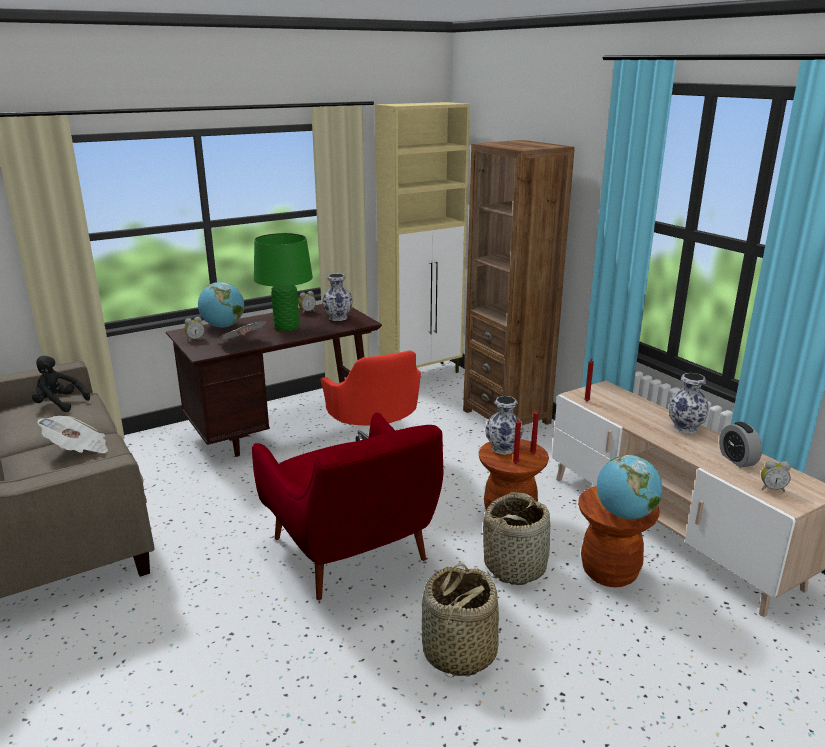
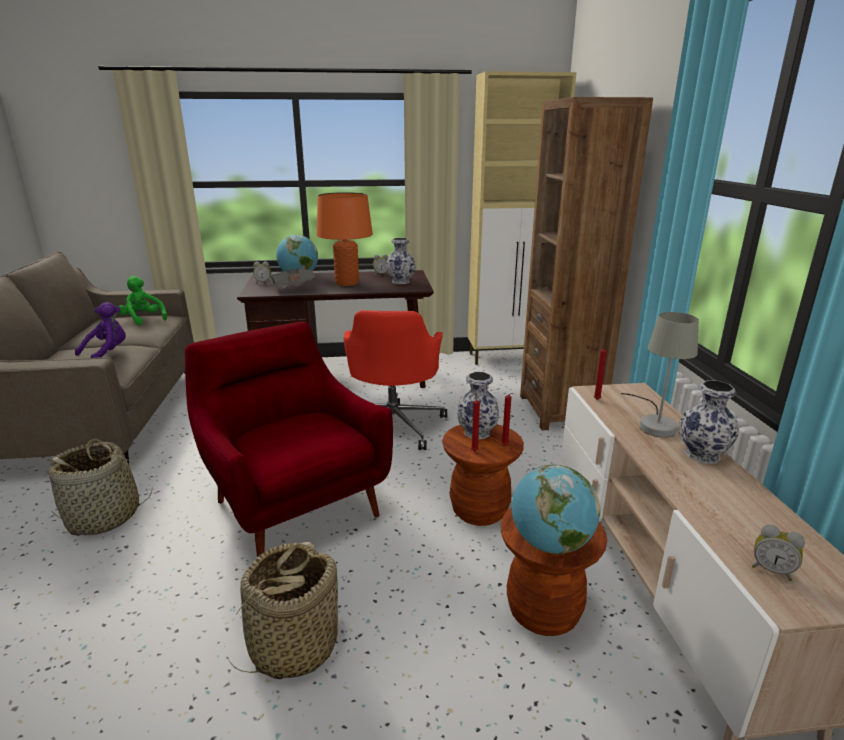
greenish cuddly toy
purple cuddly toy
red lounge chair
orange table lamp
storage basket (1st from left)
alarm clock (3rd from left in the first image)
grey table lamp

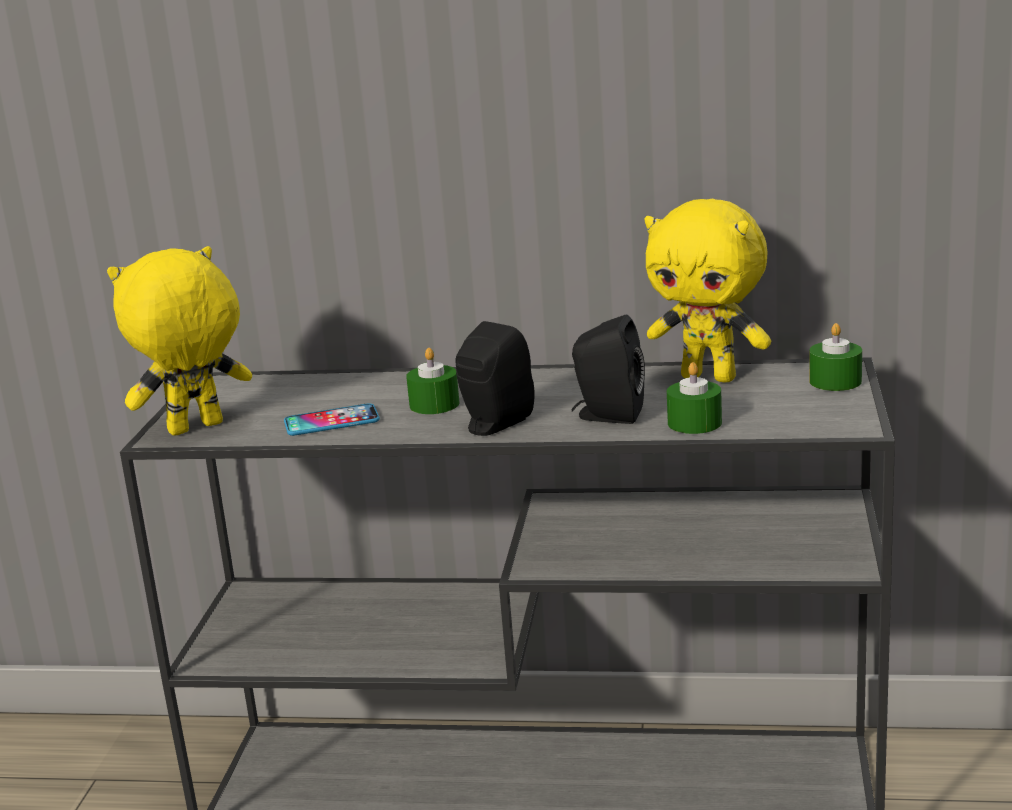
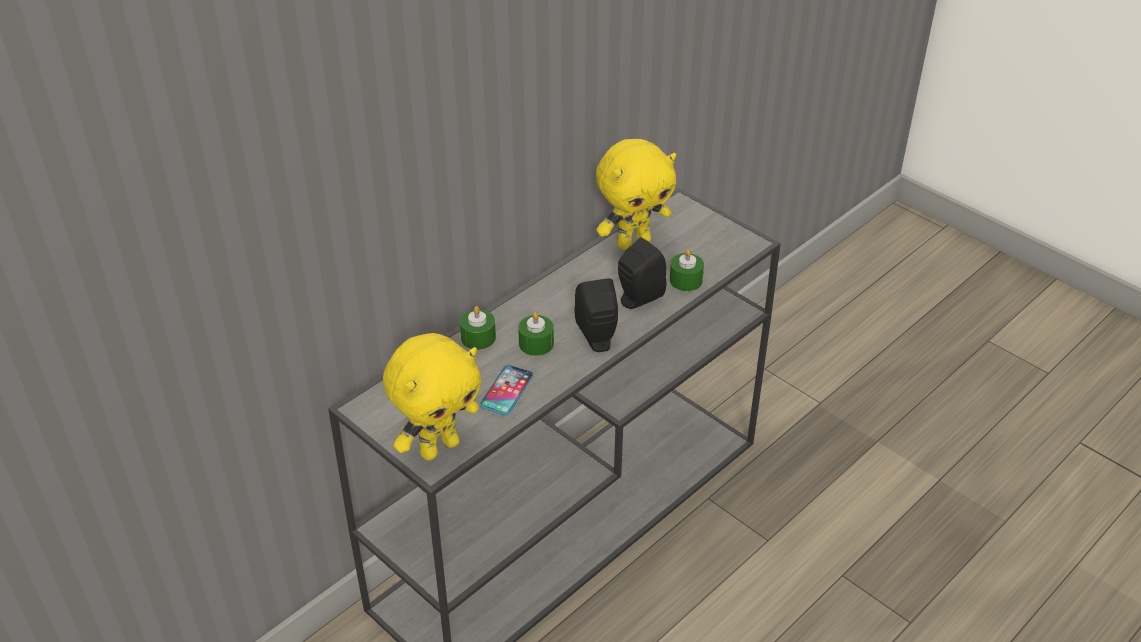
yellow-coloured cuddly toy (1st from left)
greenish candle (1st from left)

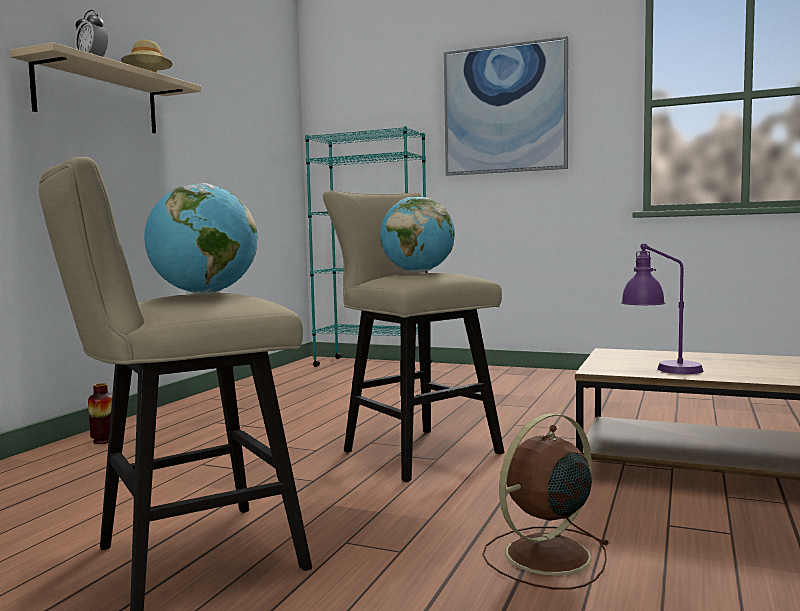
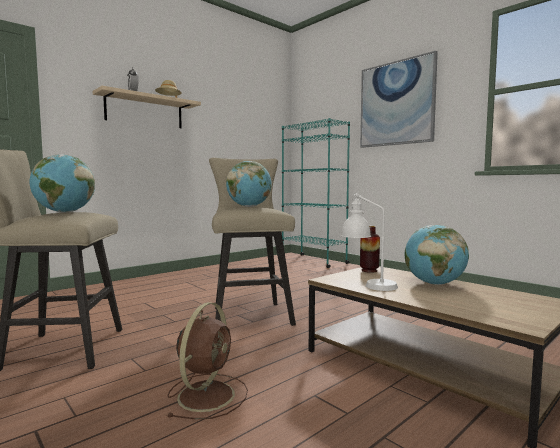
vase
brownish cooling fan
white table lamp
desk globe (3rd from left)

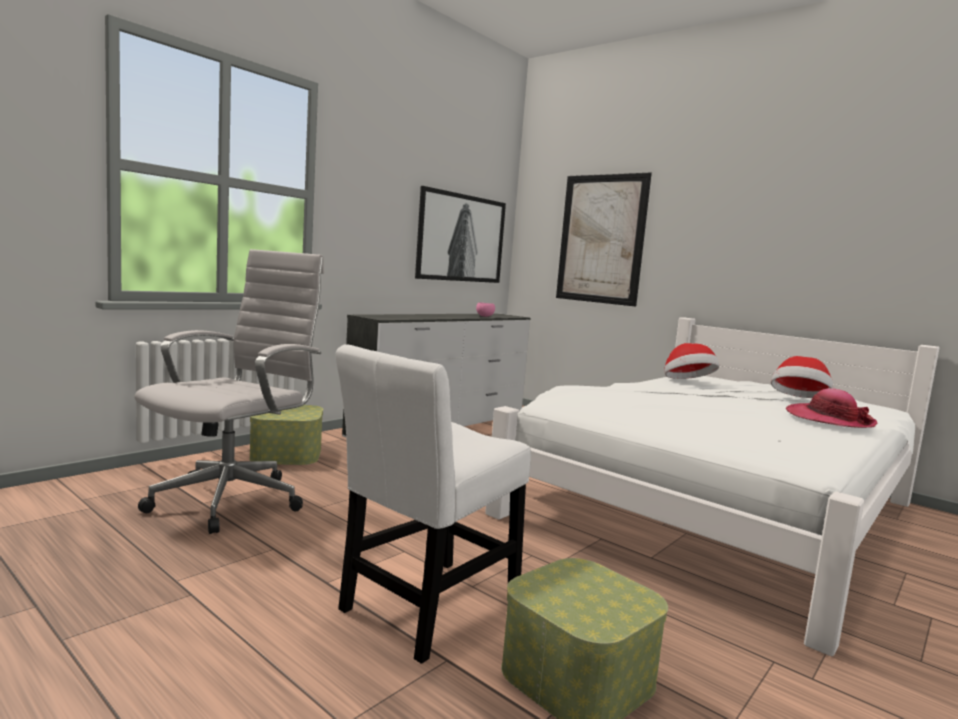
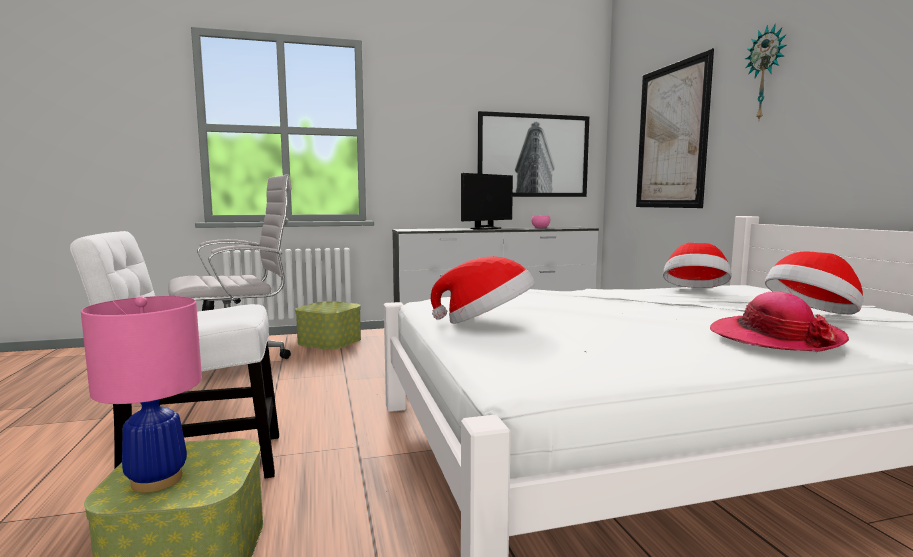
pinkish table lamp
wearable hat (1st from left)
computer display
clock on the wall

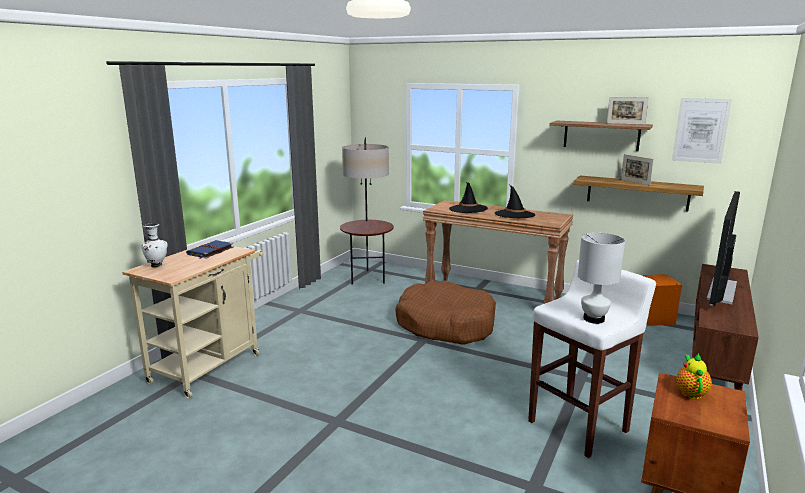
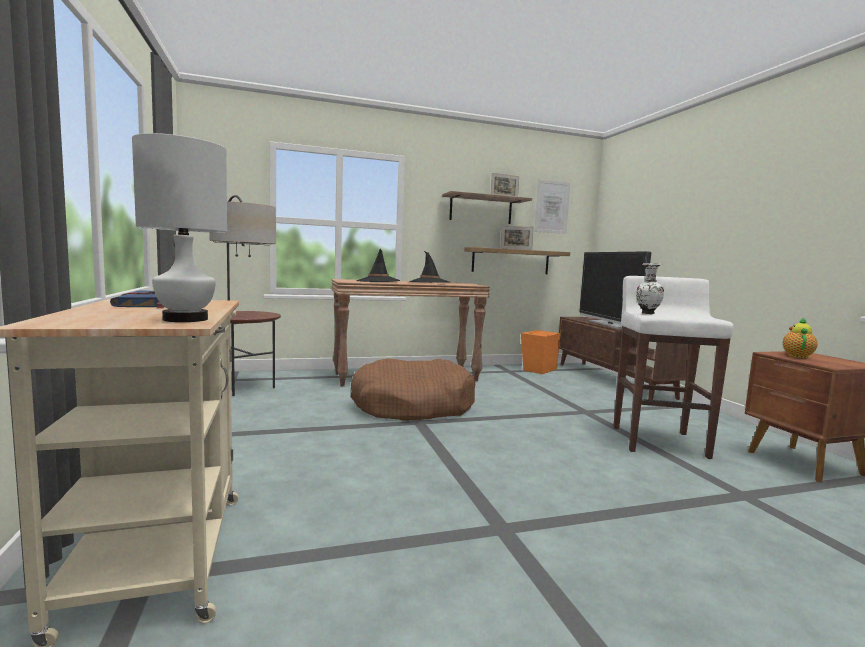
white vase
white table lamp
teapot

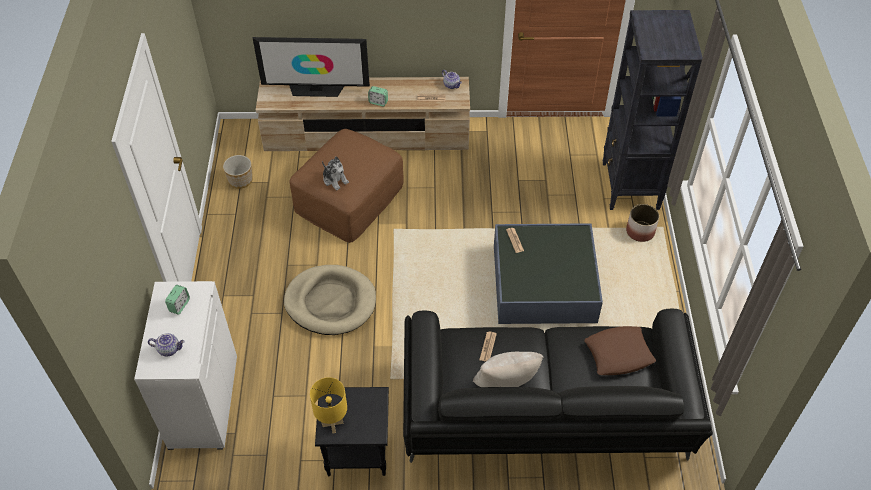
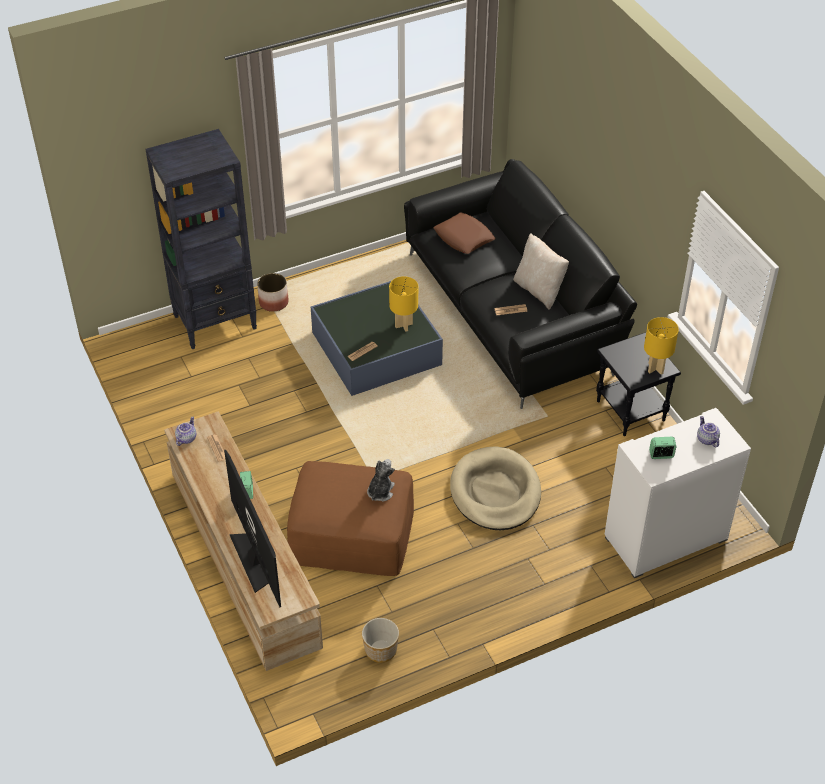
yellow-coloured table lamp (1st from left)

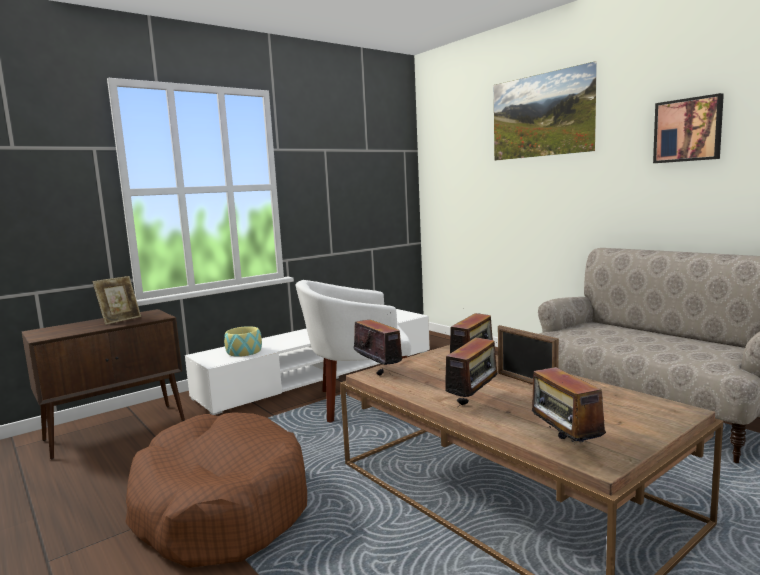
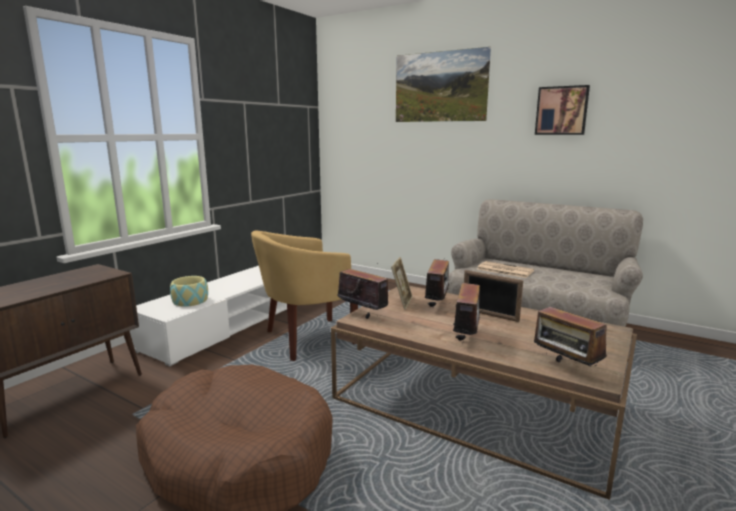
photo frame (1st from left)
yellow-coloured lounge chair
daily paper

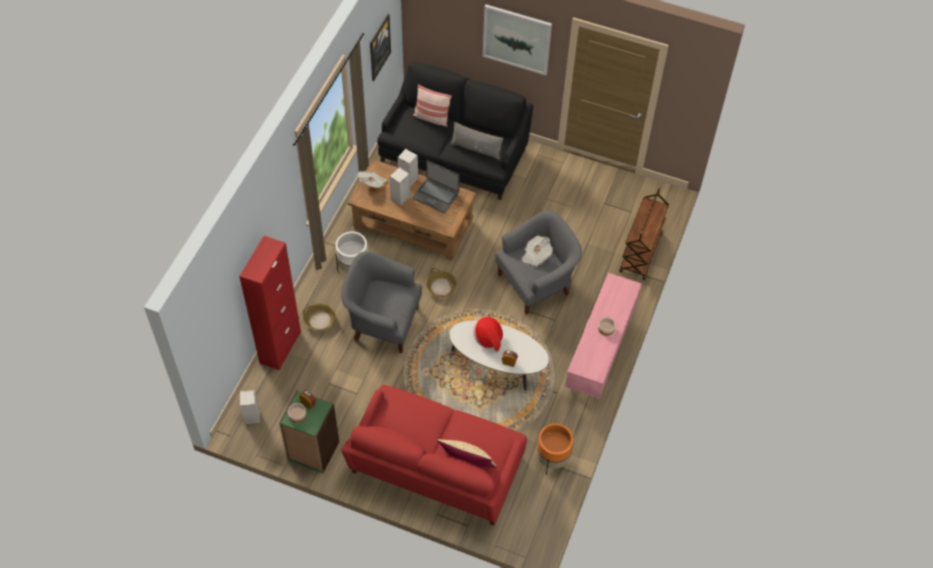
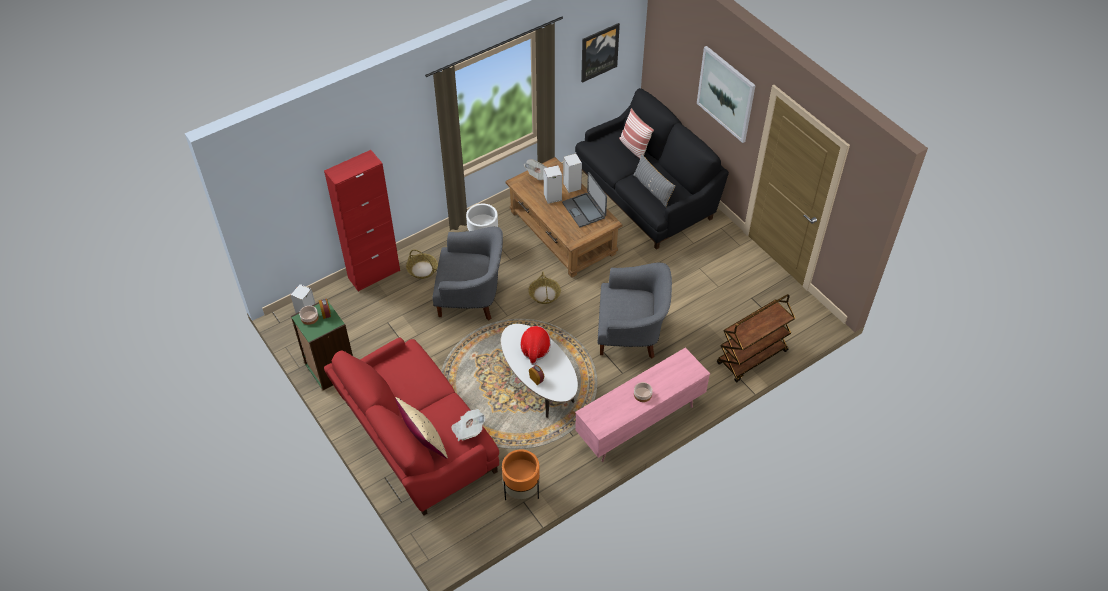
grey lounge chair (1st from left)
daily paper (1st from left)

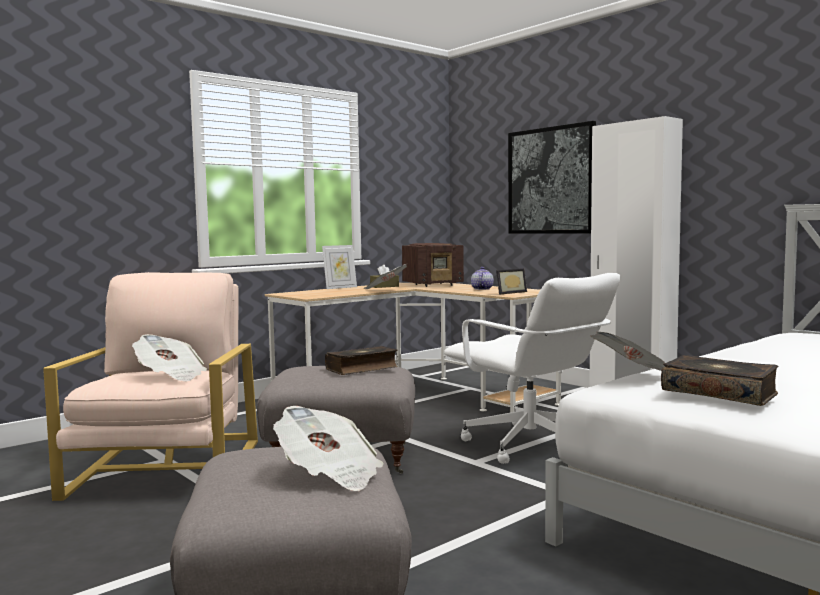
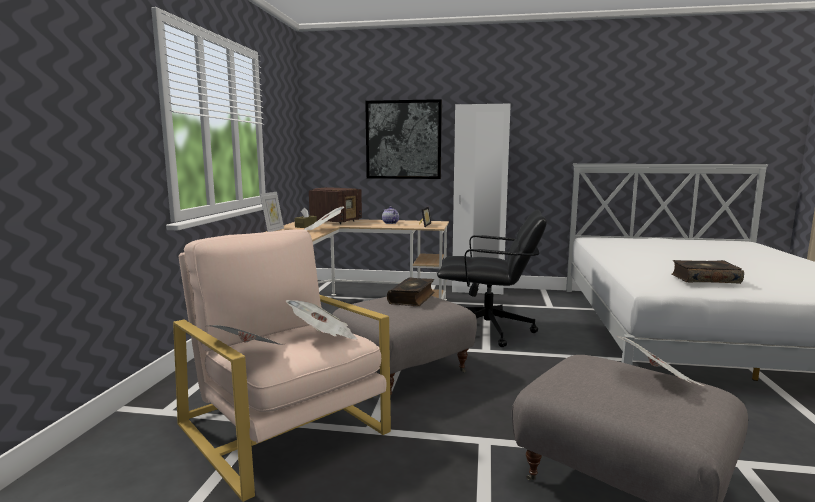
black office chair
daily paper (1st from left)

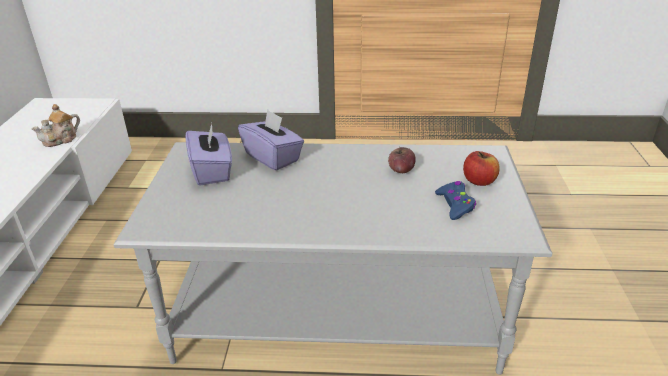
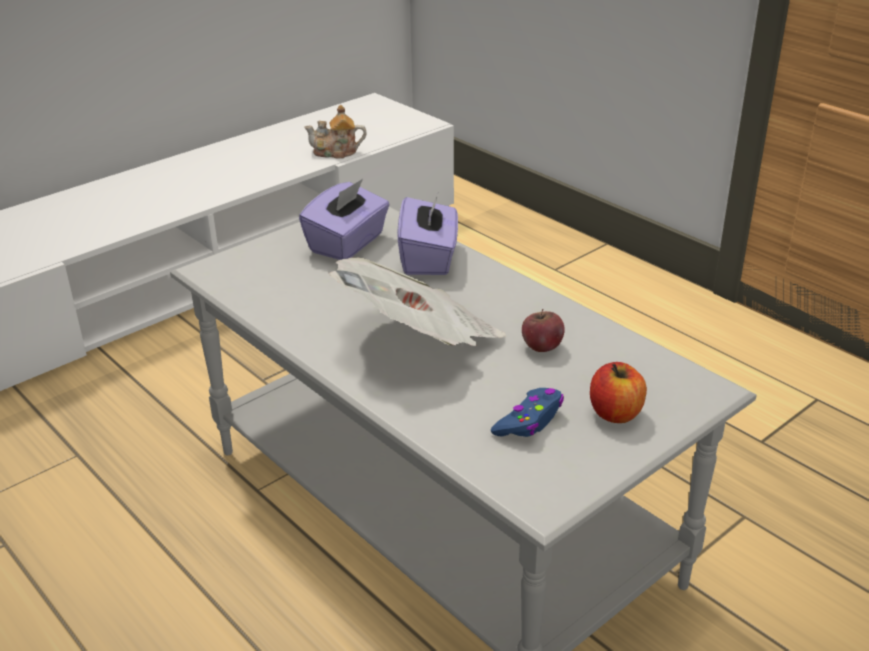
daily paper

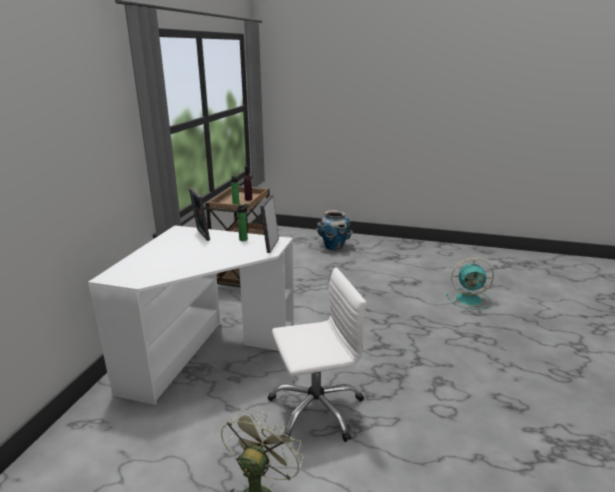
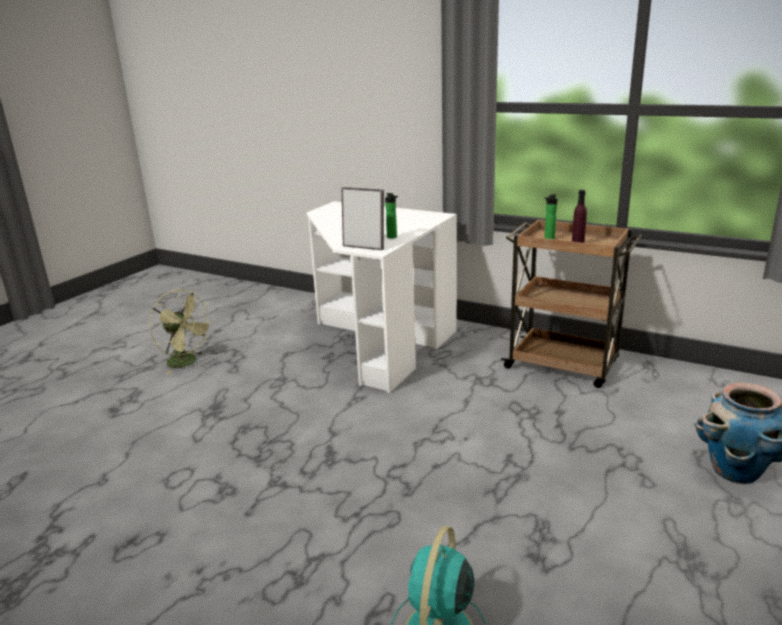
photo frame (1st from left in the first image)
white office chair

